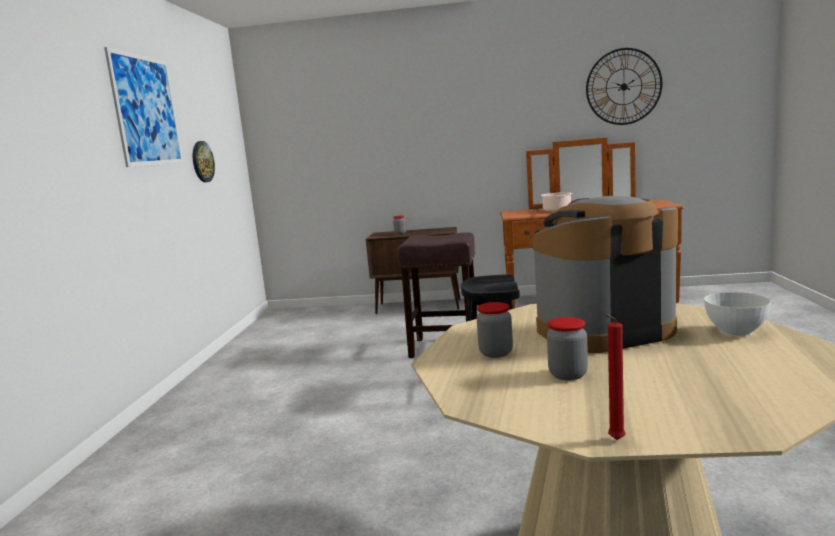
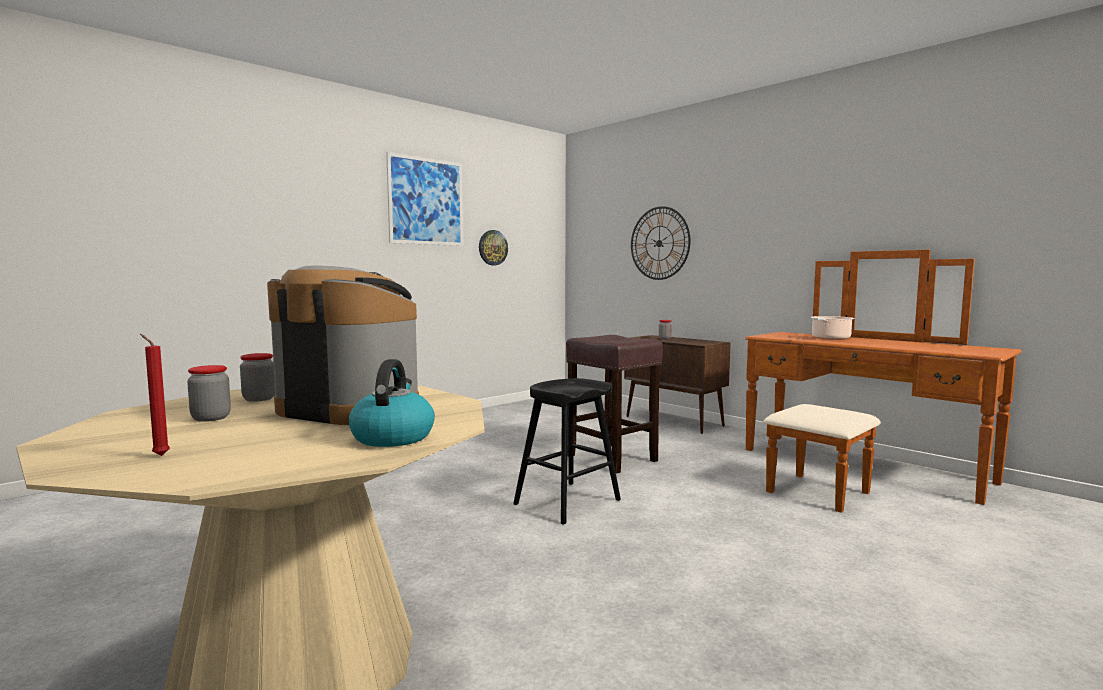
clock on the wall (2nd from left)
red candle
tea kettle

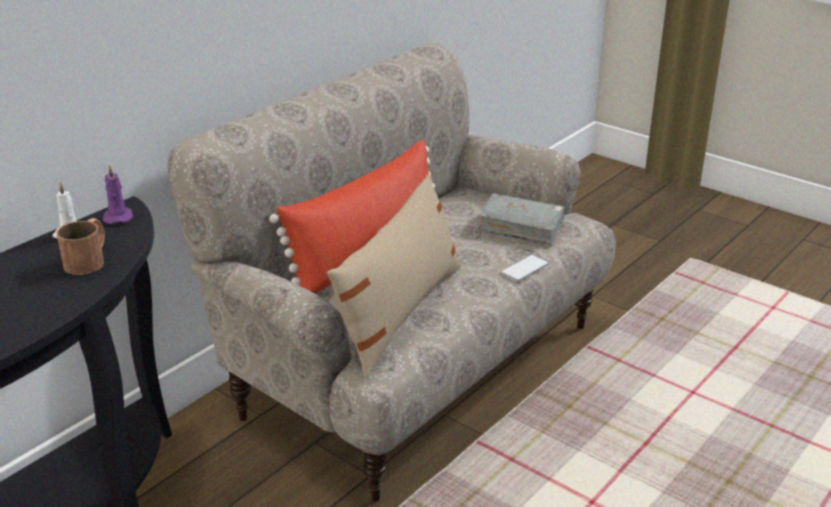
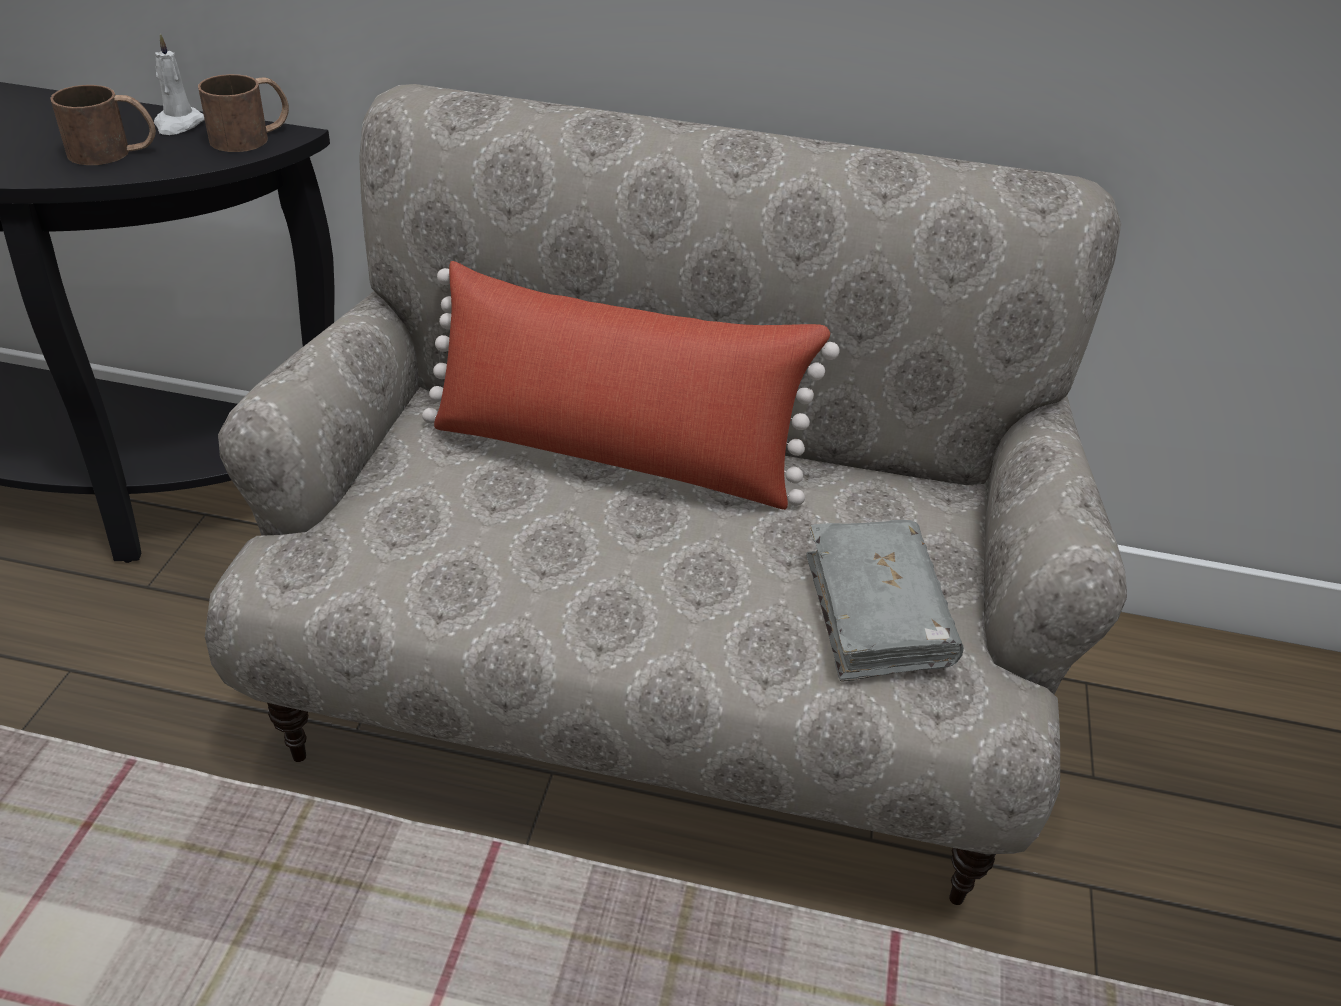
brownish mug (2nd from left)
beige-coloured pillow
phone

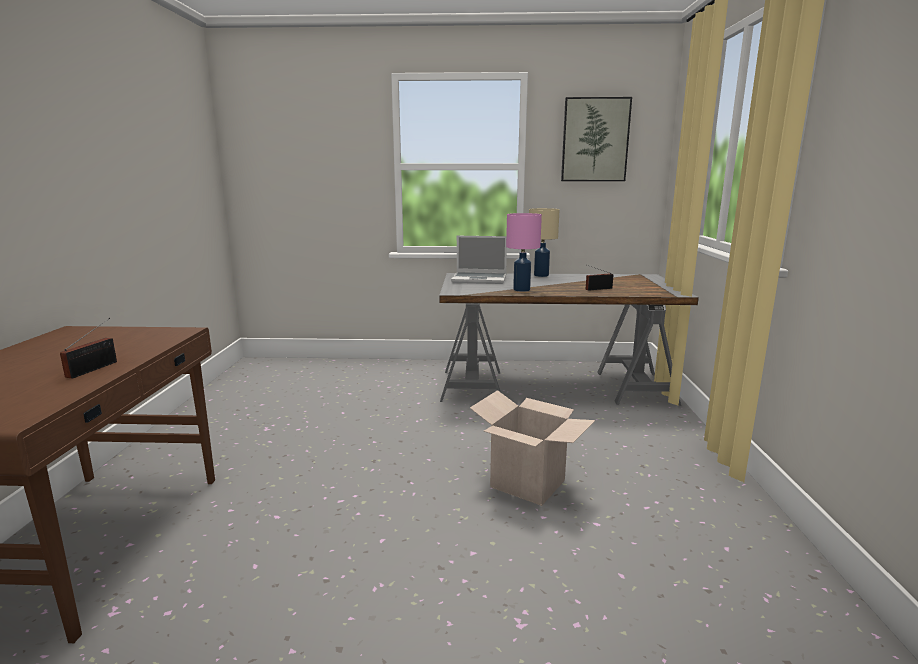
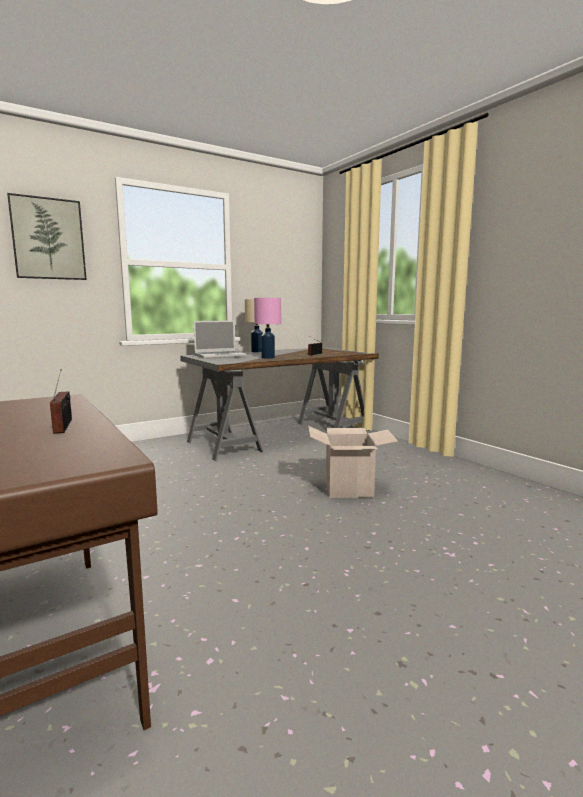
wall art

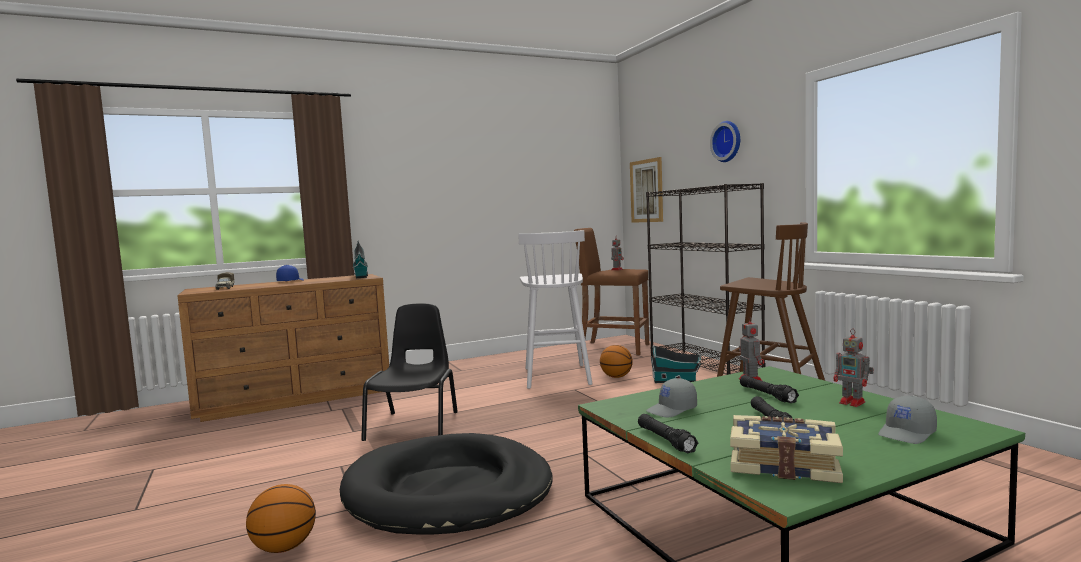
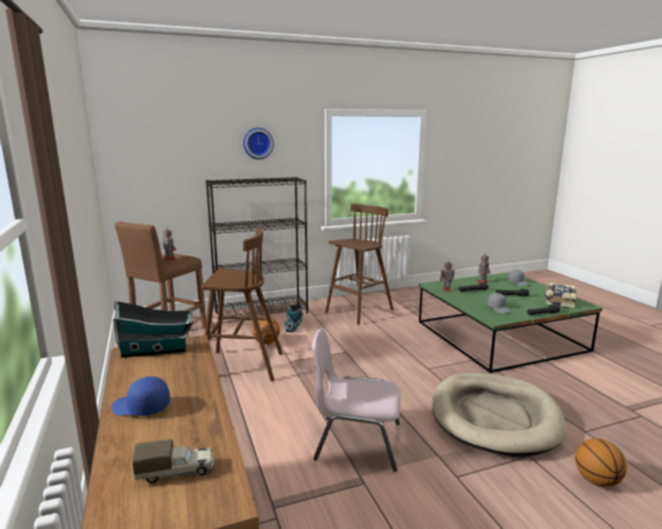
beige-coloured dog bed
pinkish chair
brownish stool seat (2nd from left)
wall art

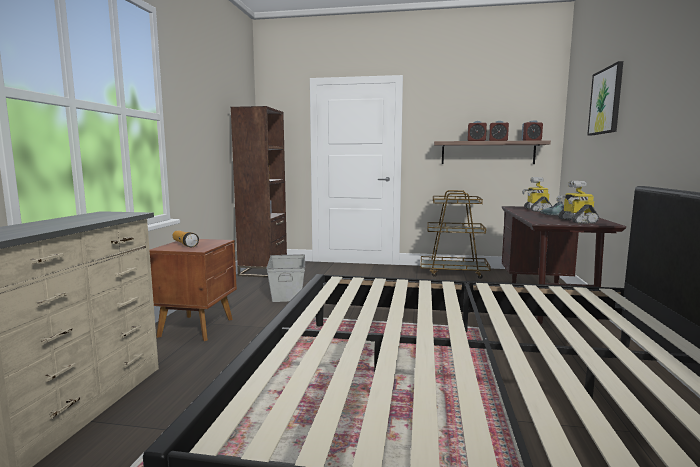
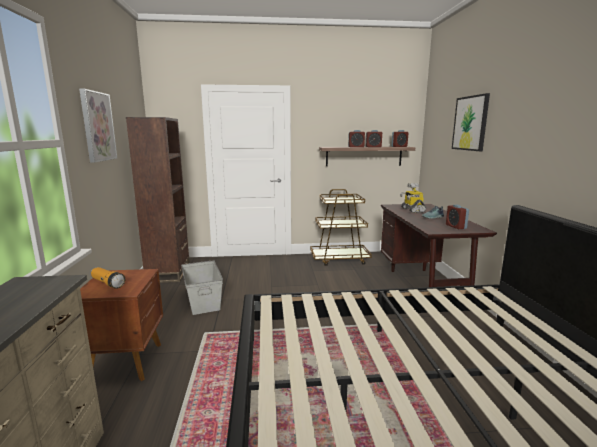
alarm clock (4th from left)
wall art (1st from left)

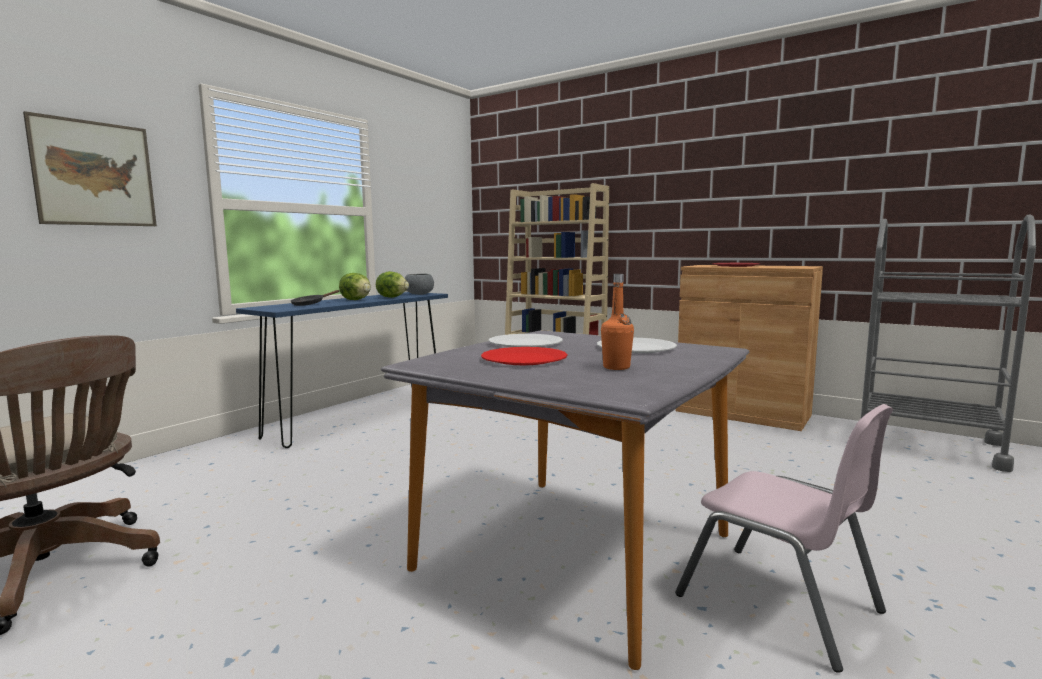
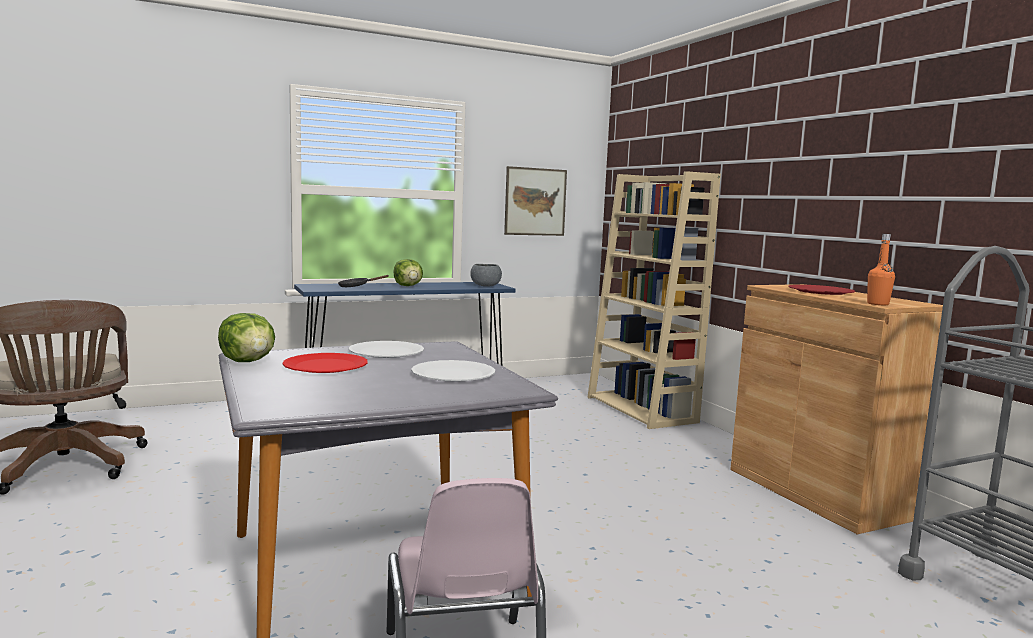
wall art
lettuce (1st from left)
orange bottle

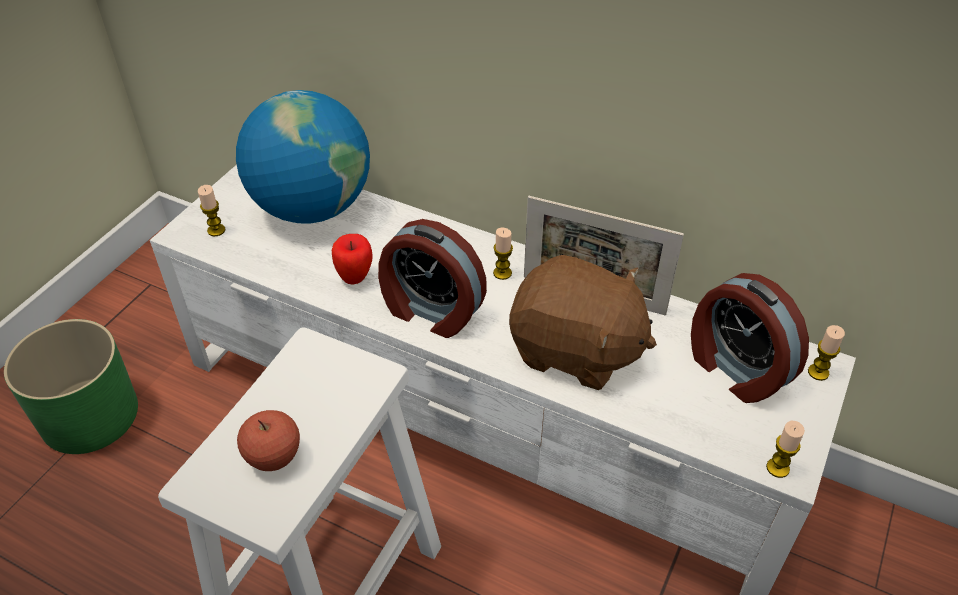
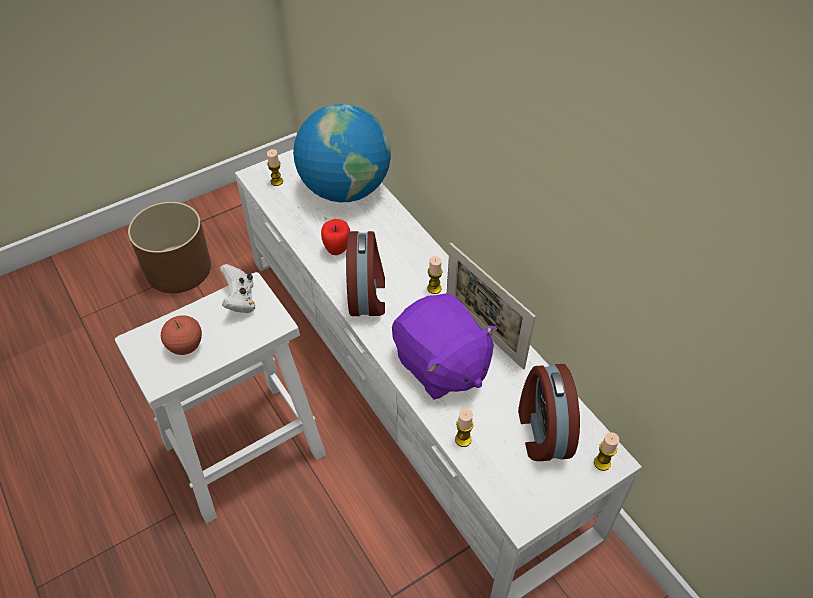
brownish flower pot
alarm clock (1st from left)
purple cuddly toy
candle (3rd from left)
white game controller

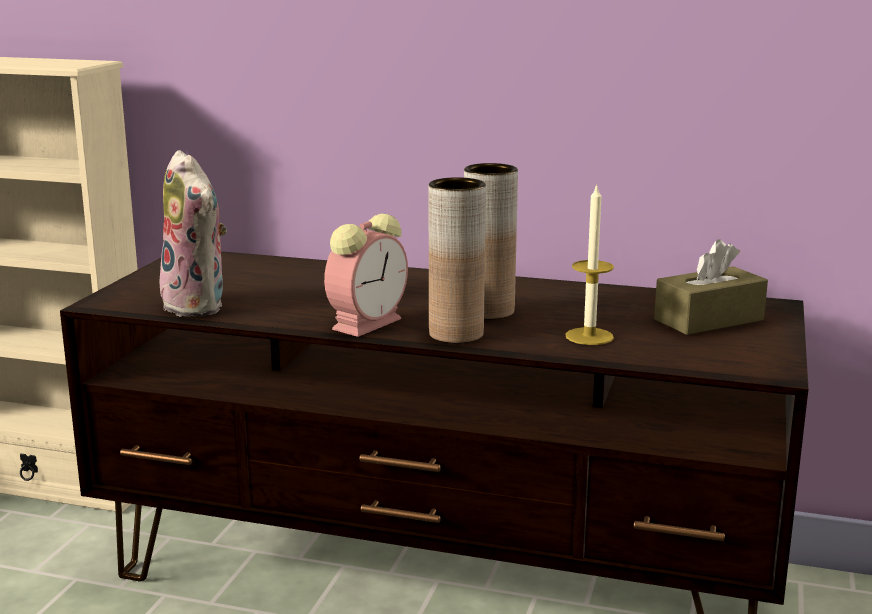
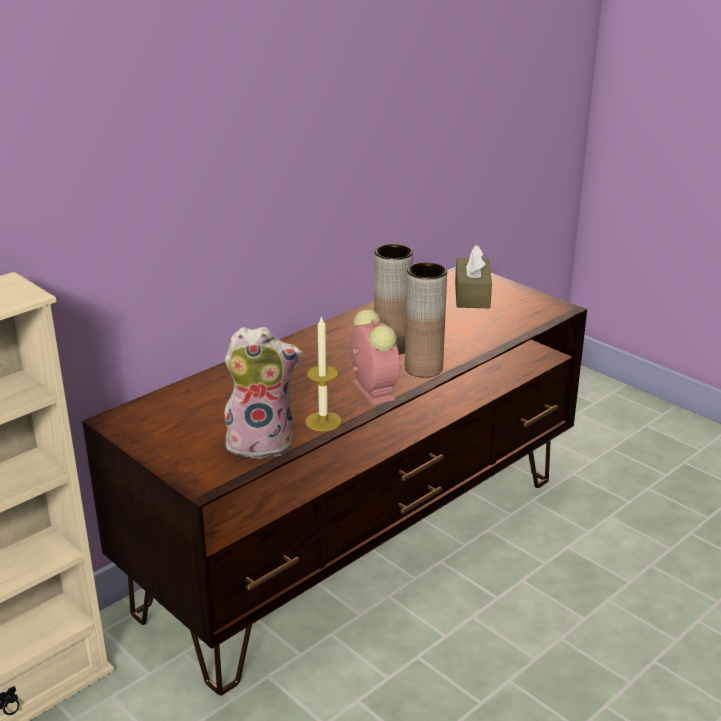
candle

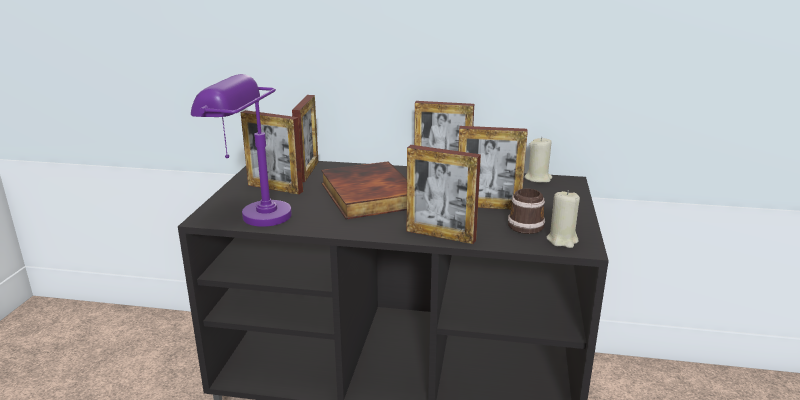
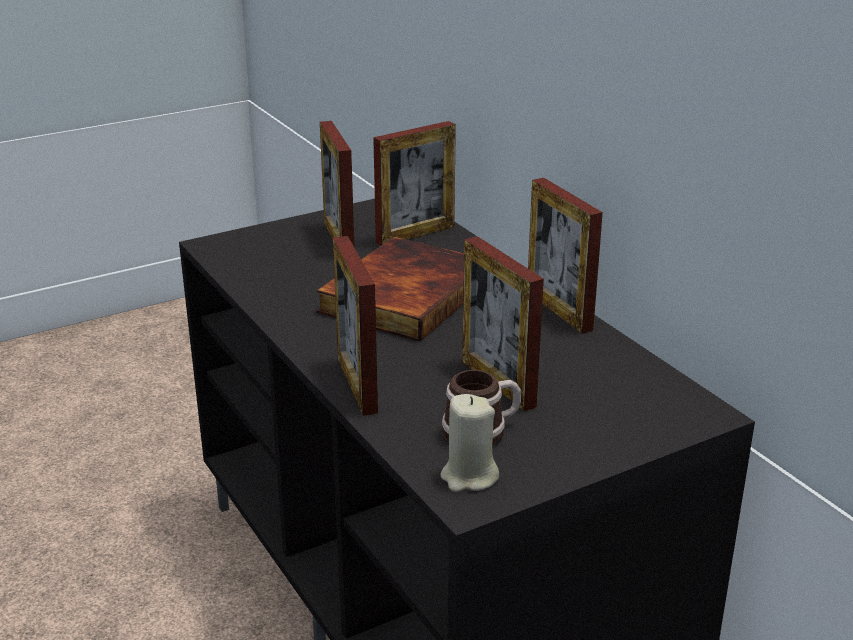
purple table lamp
beige-coloured candle (1st from left in the first image)

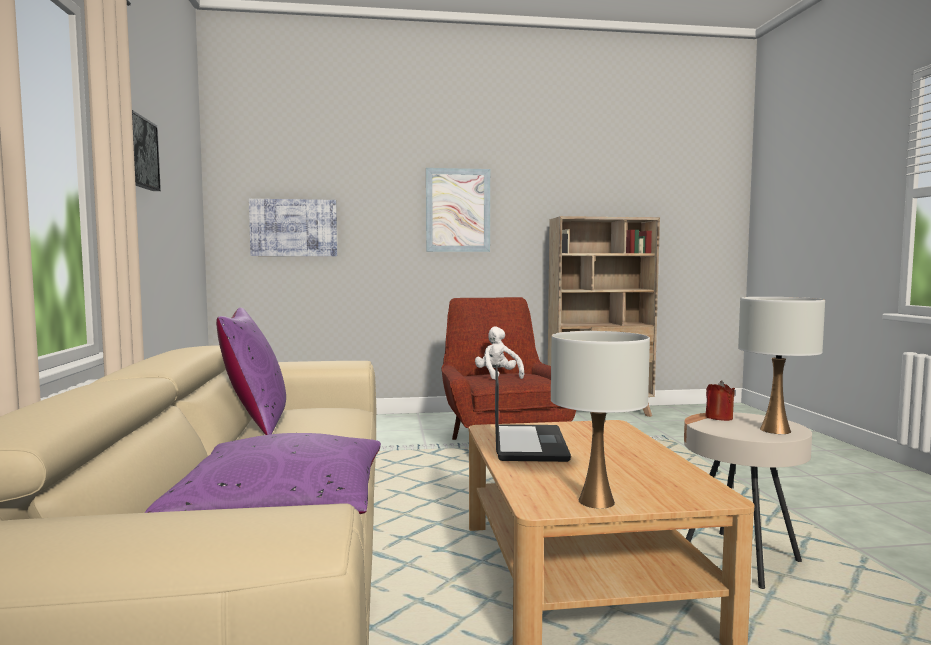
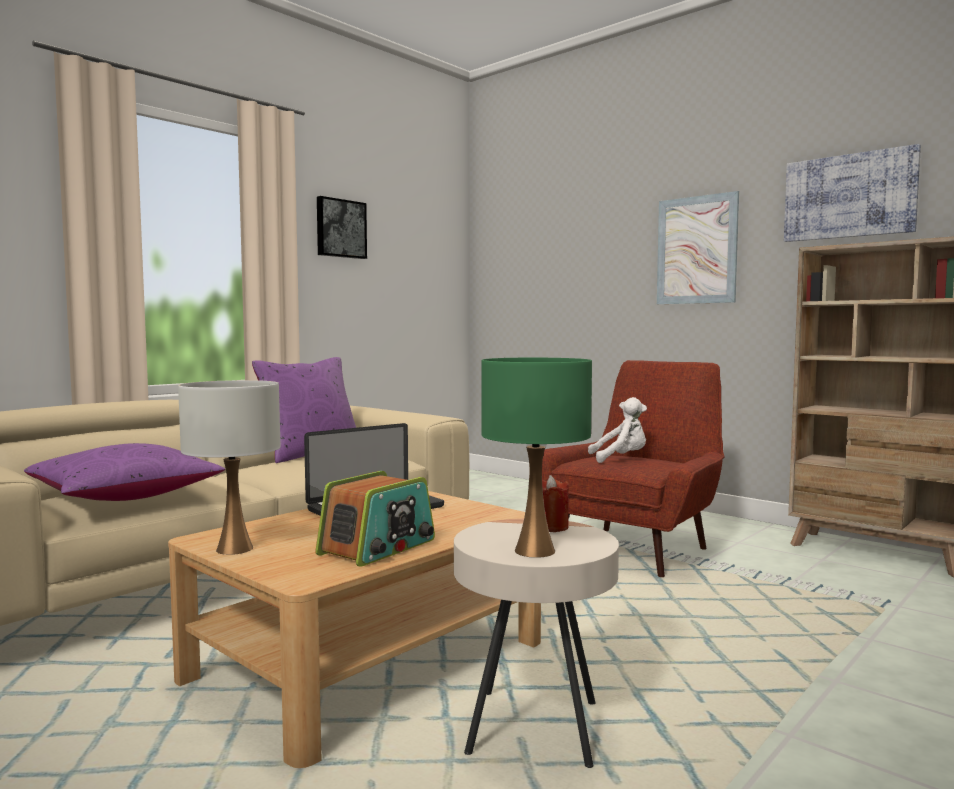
wall art (3rd from left)
white cuddly toy
greenish table lamp
radio receiver

